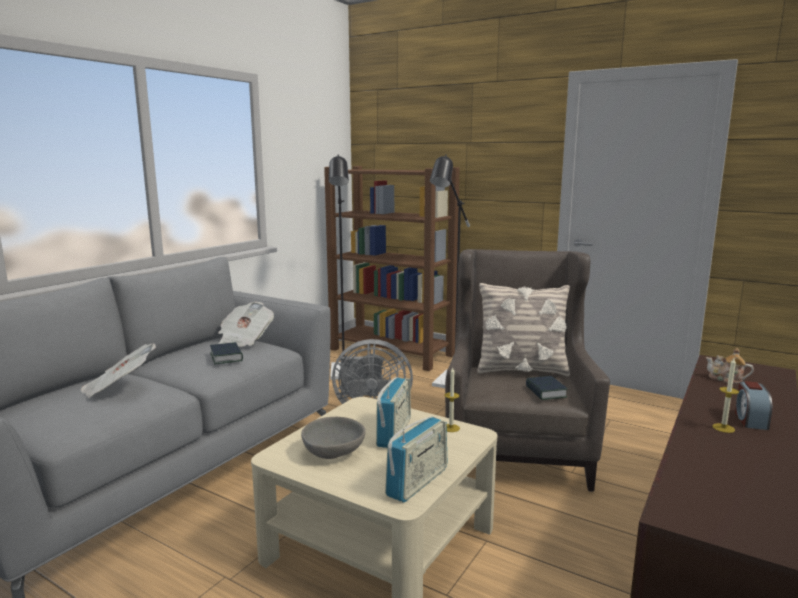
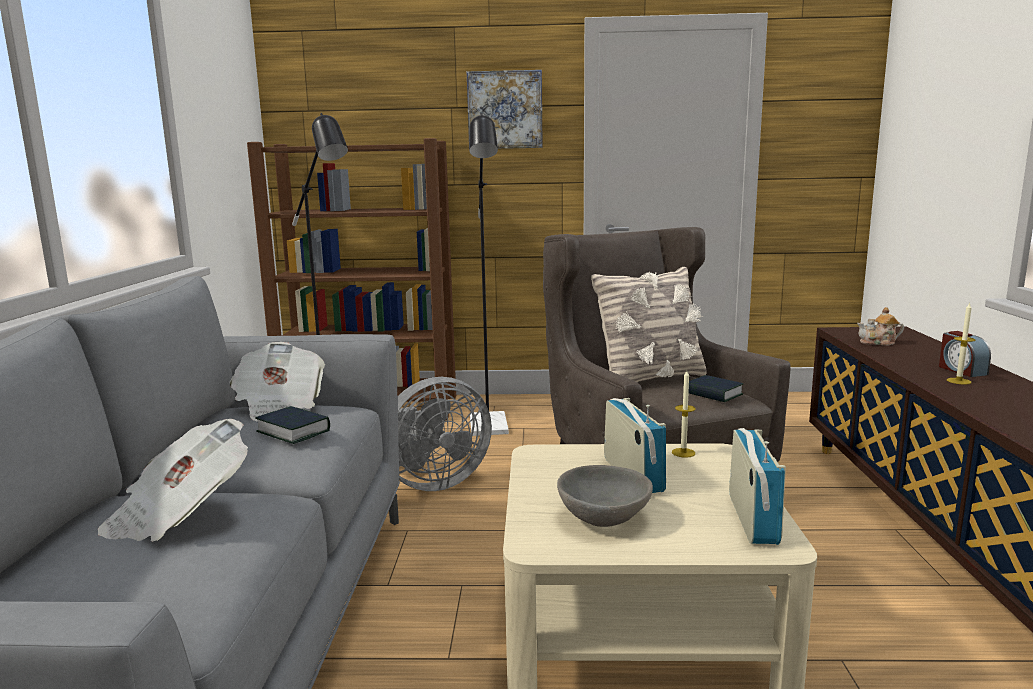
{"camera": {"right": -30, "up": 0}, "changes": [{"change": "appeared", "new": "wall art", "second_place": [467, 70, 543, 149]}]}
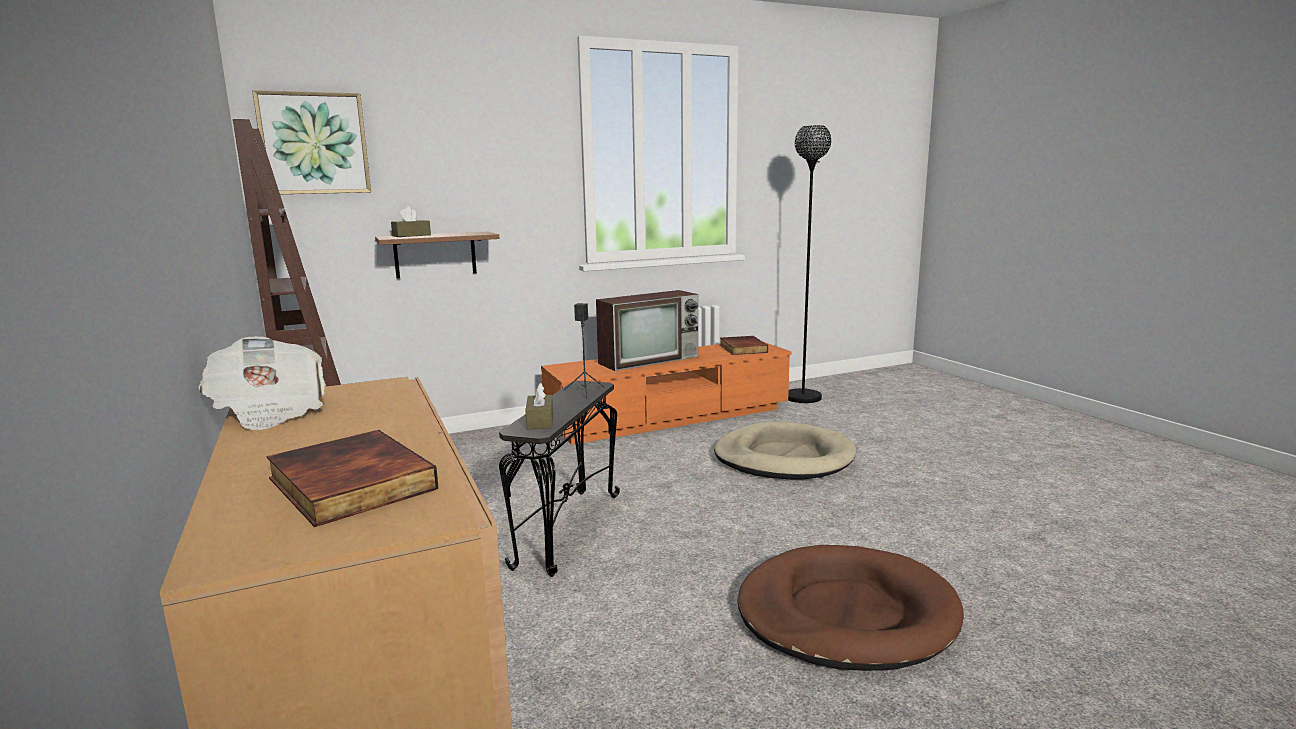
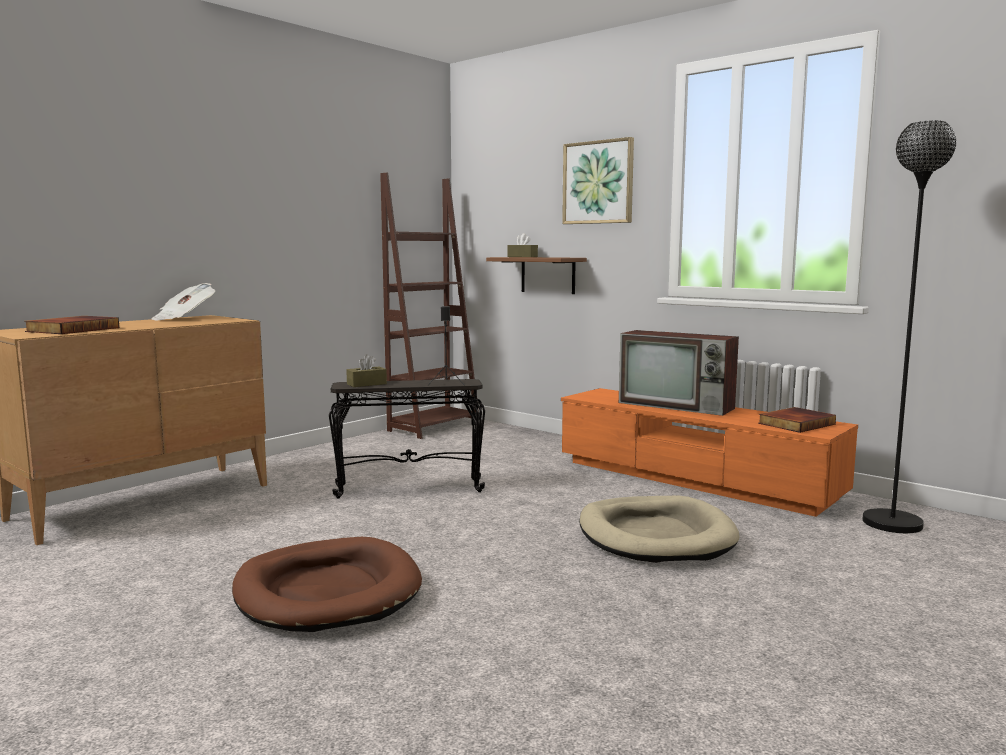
{"camera": {"right": 65, "up": -5}, "changes": [{"change": "relocated", "old": "wall art", "first_place": [252, 90, 371, 194], "second_place": [562, 137, 634, 224]}]}
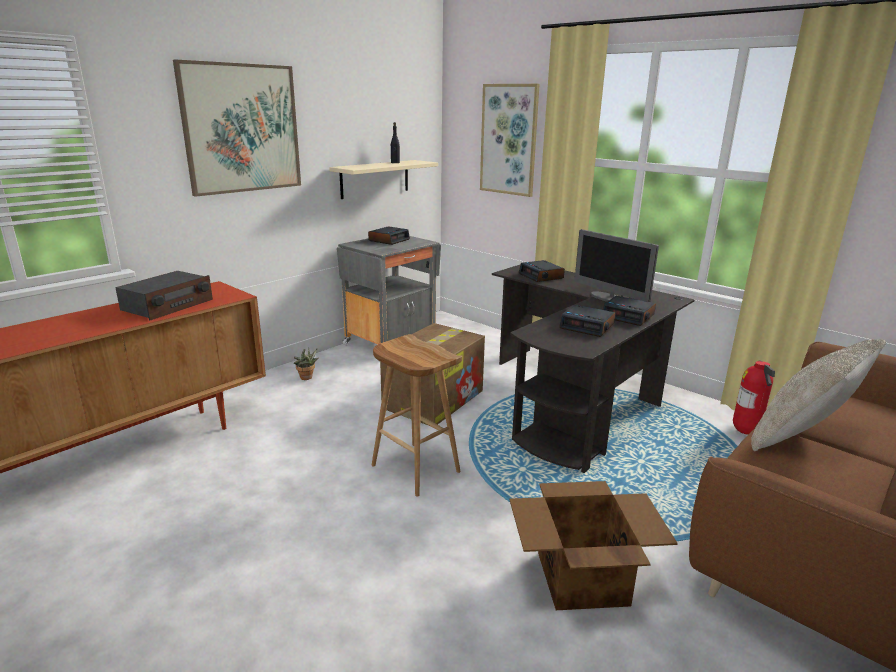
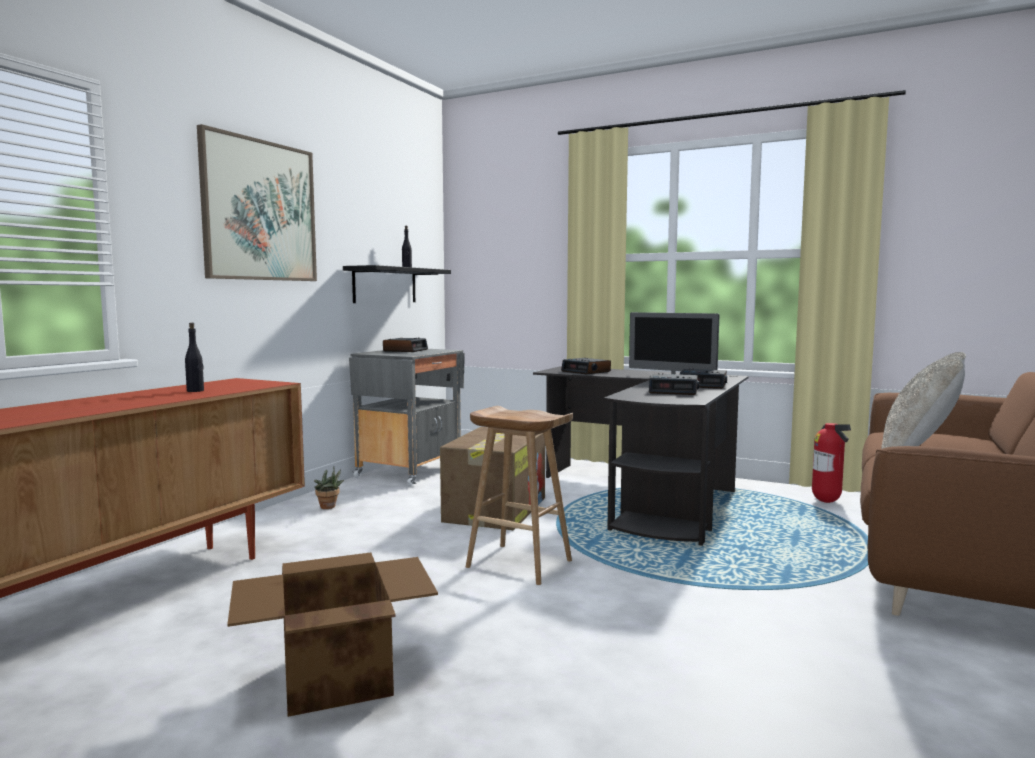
{"camera": {"right": -15, "up": -15}, "changes": [{"change": "missing", "old": "wall art", "first_place": [480, 84, 540, 197]}, {"change": "relocated", "old": "cardboard box", "first_place": [509, 481, 678, 610], "second_place": [227, 553, 438, 717]}, {"change": "exchanged", "old": "radio", "new": "blackish beverage bottle", "first_place": [115, 271, 213, 320], "second_place": [185, 323, 204, 392]}, {"change": "colour", "old": "beige shelf", "new": "blackish shelf", "first_place": [329, 160, 438, 199], "second_place": [343, 265, 451, 303]}]}
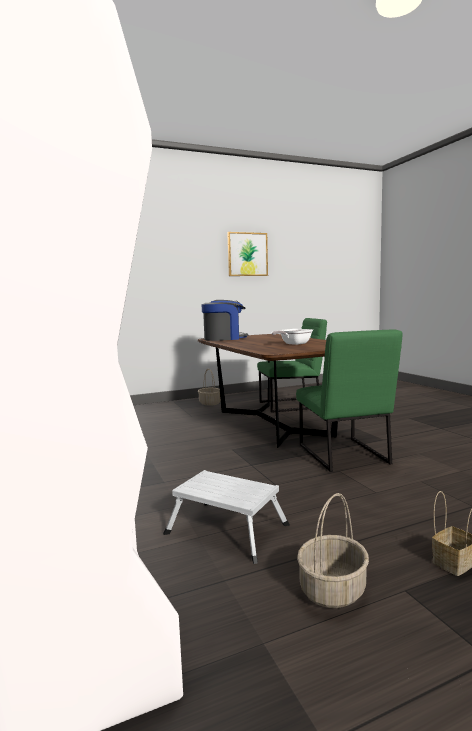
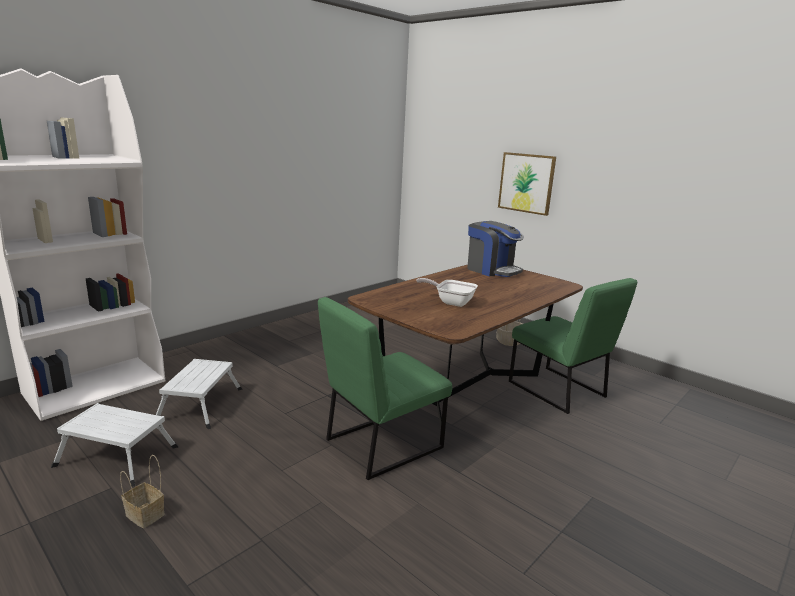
{"camera": {"right": 65, "up": 10}, "changes": [{"change": "relocated", "old": "wall art", "first_place": [227, 232, 268, 276], "second_place": [498, 152, 556, 216]}, {"change": "exchanged", "old": "storage basket", "new": "whitish stepladder", "first_place": [297, 493, 369, 608], "second_place": [51, 403, 178, 487]}]}
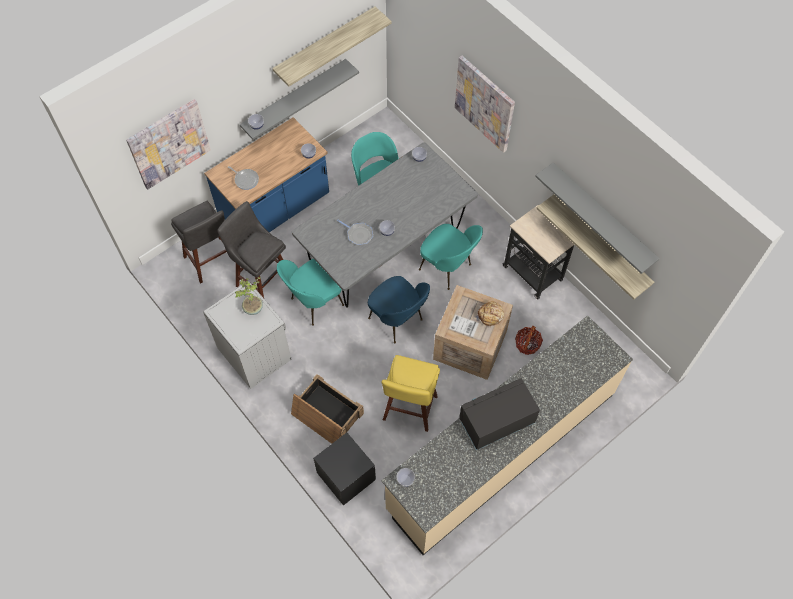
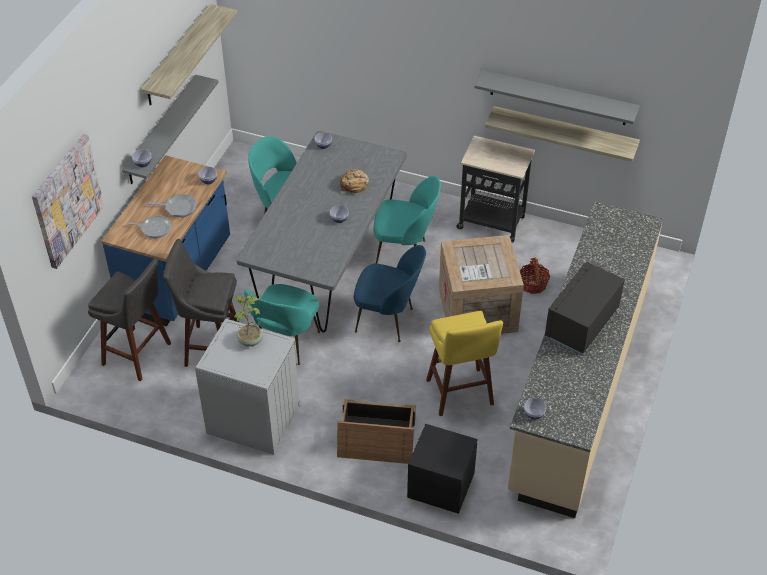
{"camera": {"right": -30, "up": -15}, "changes": [{"change": "missing", "old": "wall art", "first_place": [455, 56, 515, 153]}, {"change": "relocated", "old": "pan", "first_place": [337, 220, 373, 245], "second_place": [147, 194, 197, 217]}, {"change": "relocated", "old": "baked bread", "first_place": [474, 301, 504, 327], "second_place": [340, 169, 369, 193]}]}
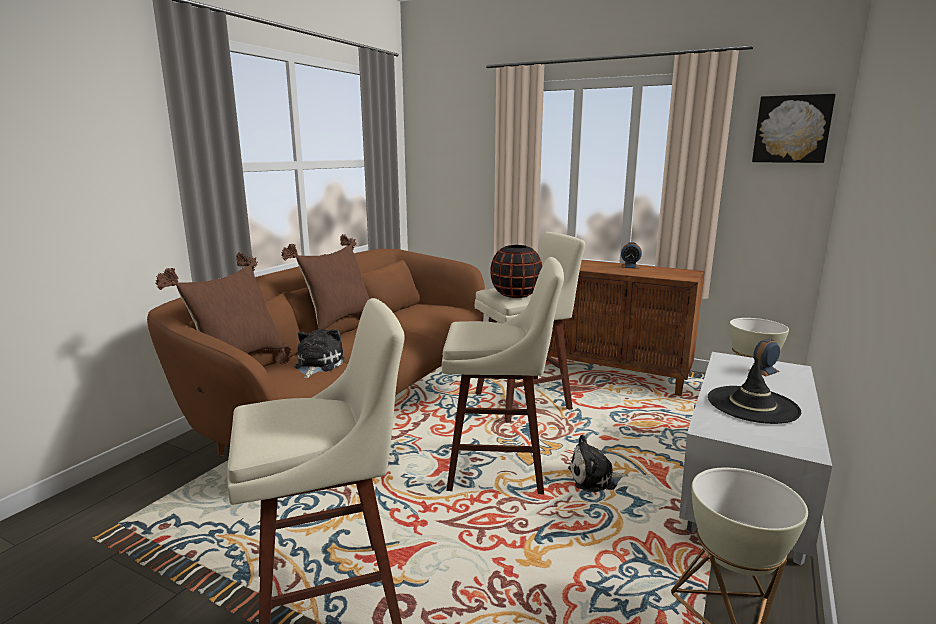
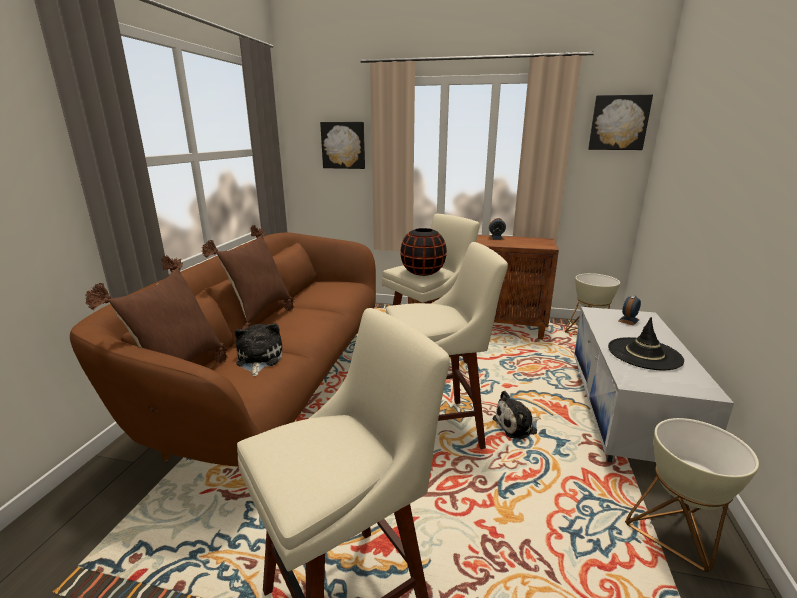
{"camera": {"right": -15, "up": 5}, "changes": [{"change": "appeared", "new": "wall art", "second_place": [320, 122, 365, 169]}]}
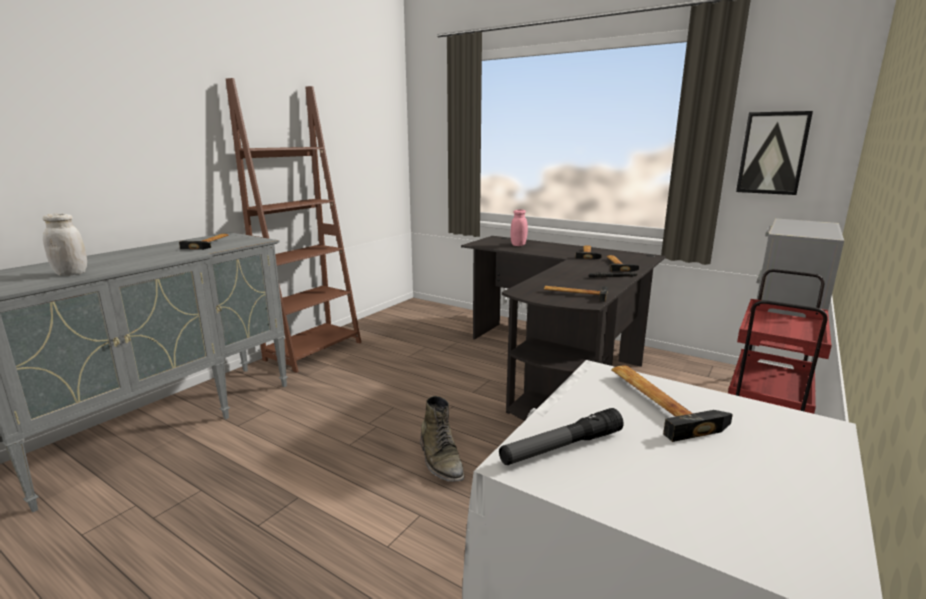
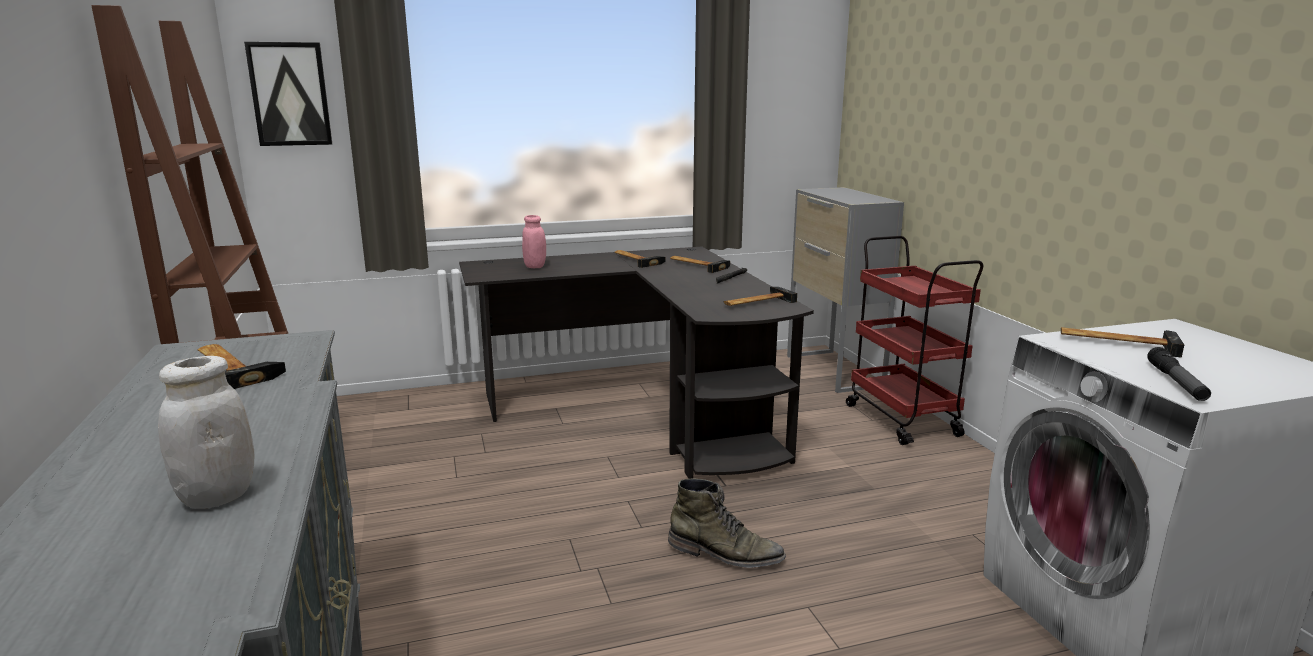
{"camera": {"right": -50, "up": 0}, "changes": [{"change": "relocated", "old": "wall art", "first_place": [736, 111, 813, 195], "second_place": [244, 42, 332, 146]}]}
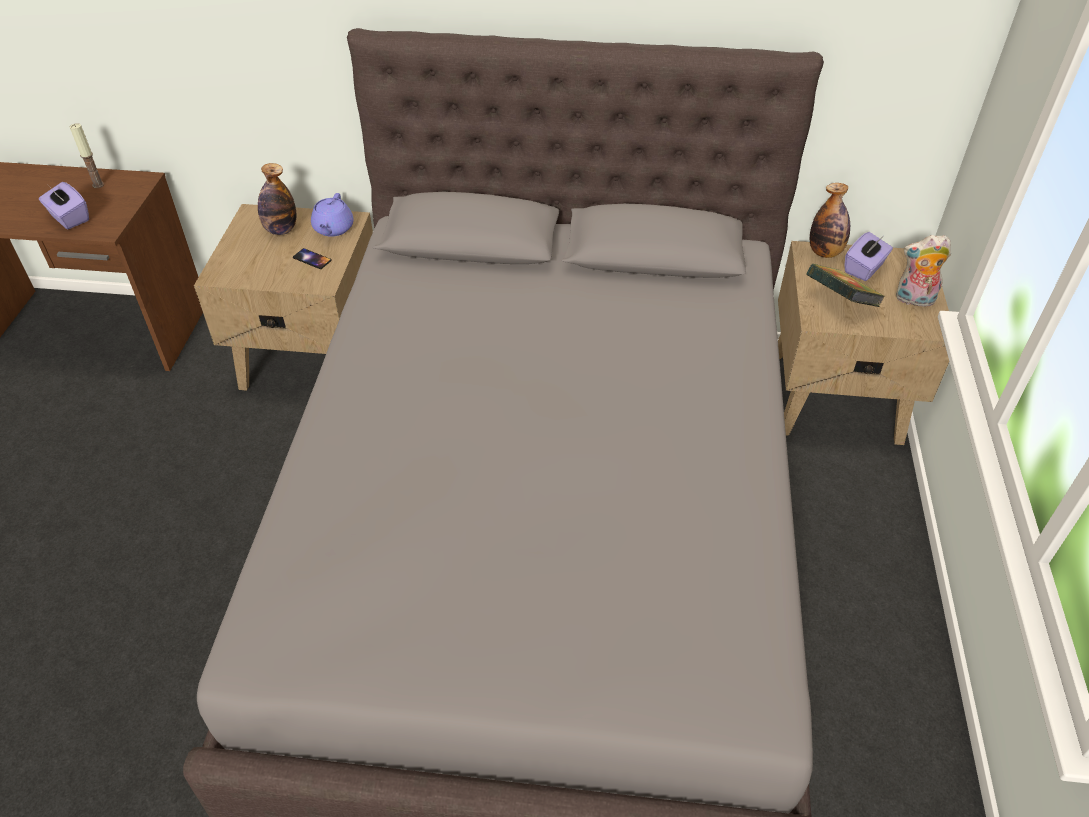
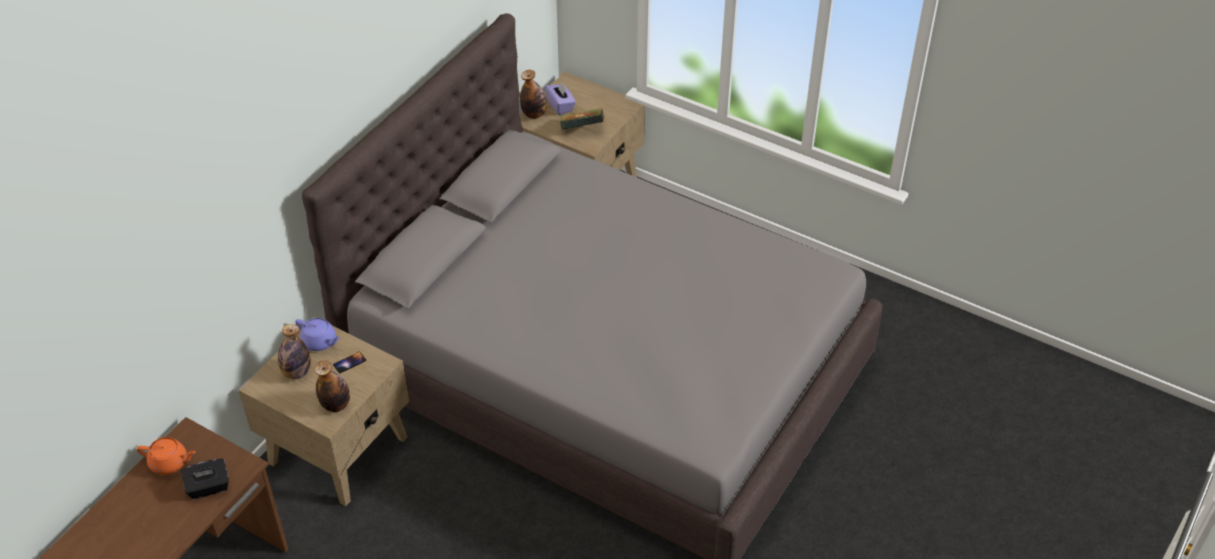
{"camera": {"right": -65, "up": 0}, "changes": [{"change": "missing", "old": "plush toy", "first_place": [896, 235, 951, 307]}, {"change": "appeared", "new": "beverage bottle", "second_place": [315, 360, 350, 412]}, {"change": "exchanged", "old": "wax light", "new": "orange tea pot", "first_place": [70, 123, 104, 188], "second_place": [137, 437, 196, 475]}, {"change": "colour", "old": "purple box of tissues", "new": "blackish box of tissues", "first_place": [39, 182, 89, 229], "second_place": [181, 459, 229, 499]}]}
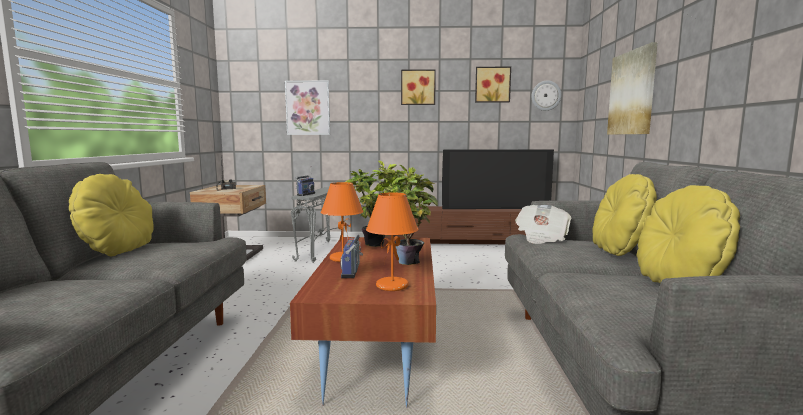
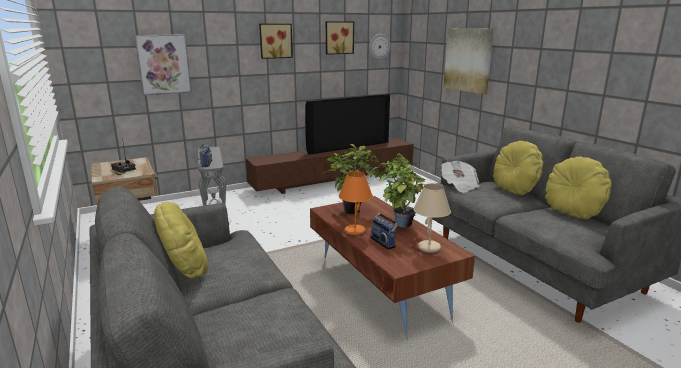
{"camera": {"right": -30, "up": 10}, "changes": [{"change": "colour", "old": "orange tabletop lamp", "new": "beige tabletop lamp", "first_place": [366, 192, 418, 291], "second_place": [413, 183, 451, 253]}]}
